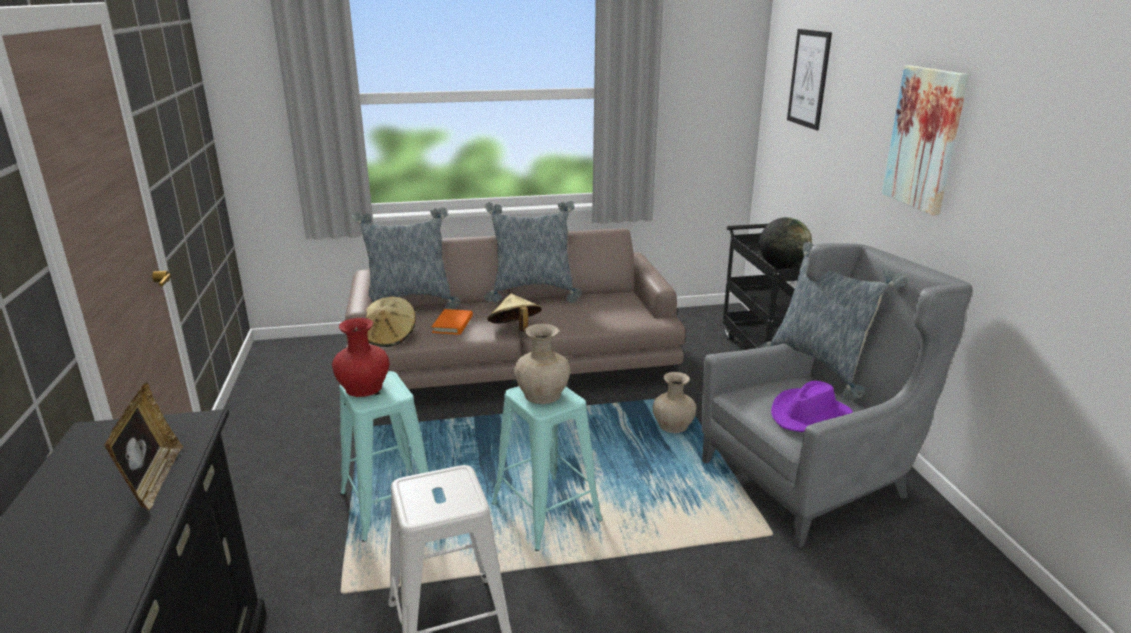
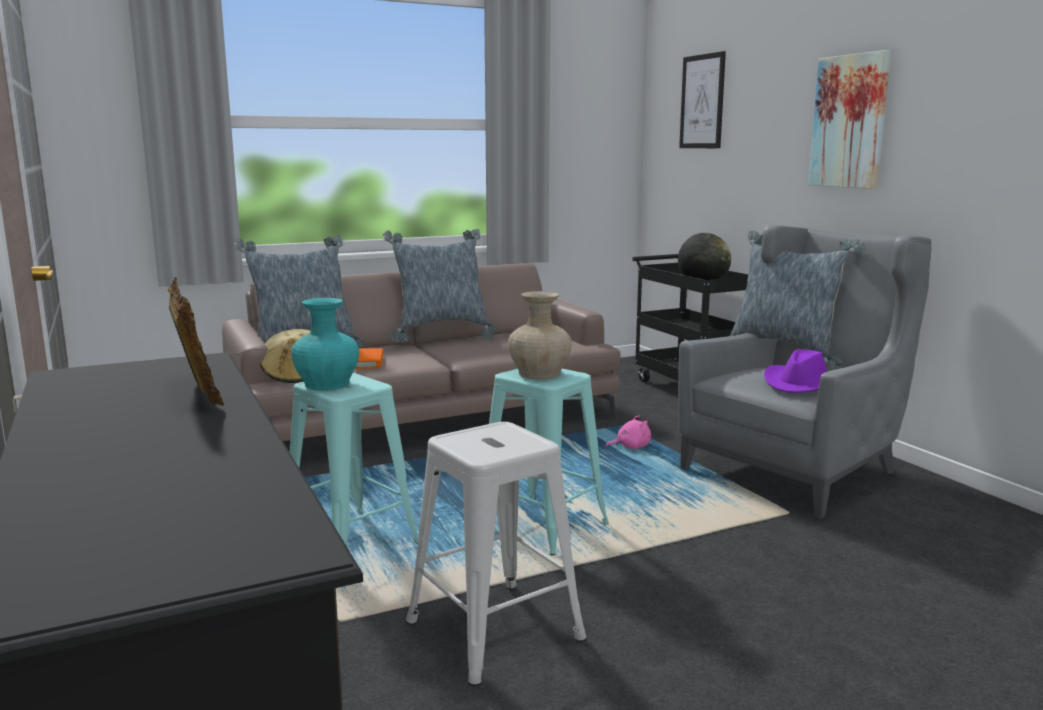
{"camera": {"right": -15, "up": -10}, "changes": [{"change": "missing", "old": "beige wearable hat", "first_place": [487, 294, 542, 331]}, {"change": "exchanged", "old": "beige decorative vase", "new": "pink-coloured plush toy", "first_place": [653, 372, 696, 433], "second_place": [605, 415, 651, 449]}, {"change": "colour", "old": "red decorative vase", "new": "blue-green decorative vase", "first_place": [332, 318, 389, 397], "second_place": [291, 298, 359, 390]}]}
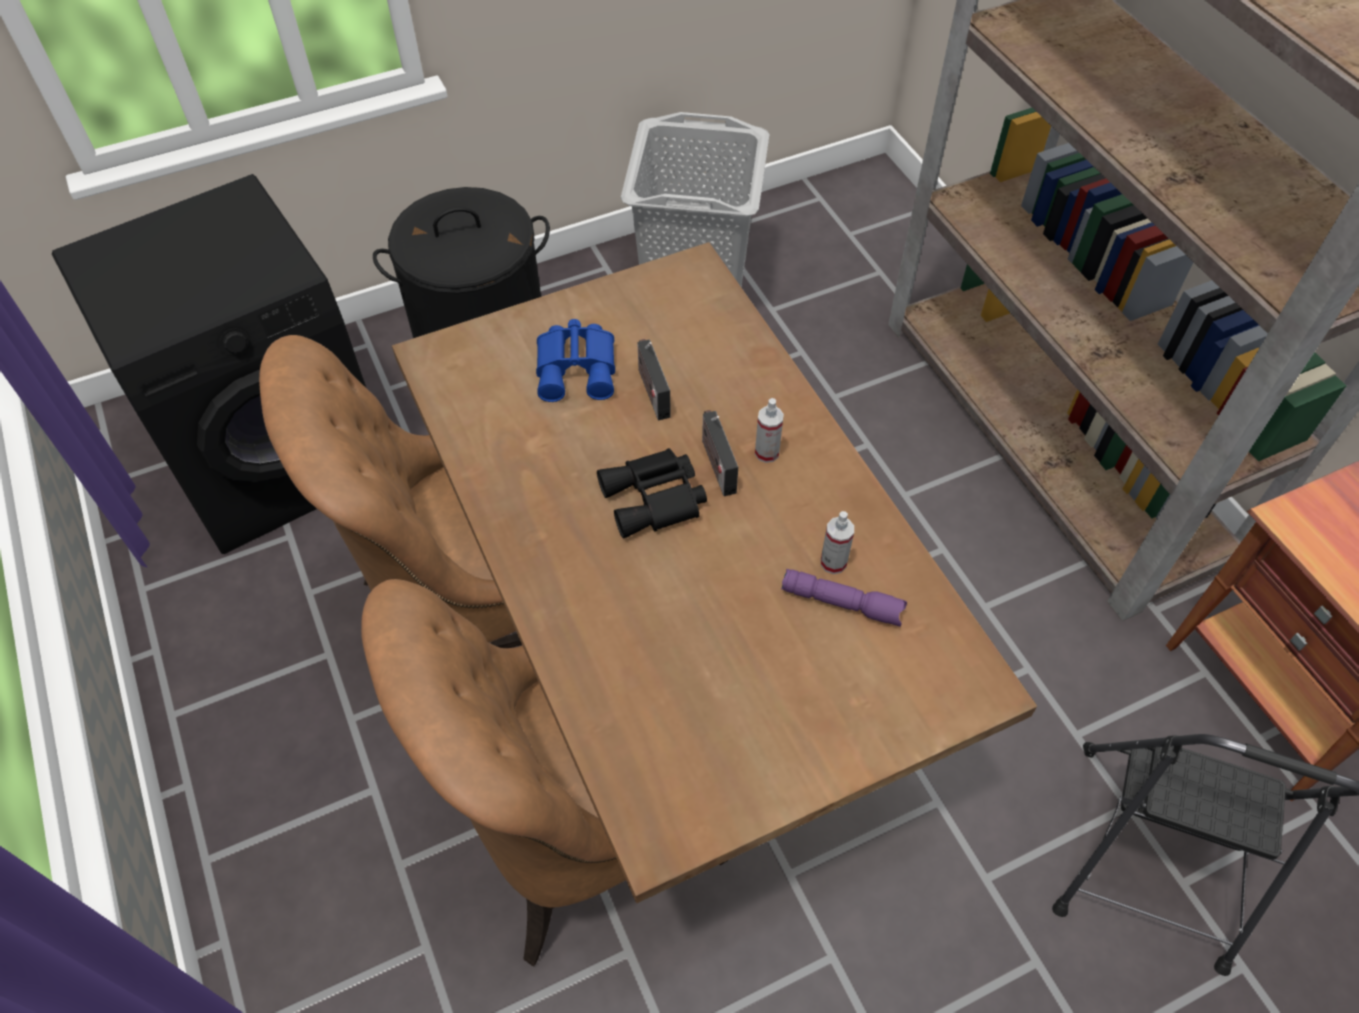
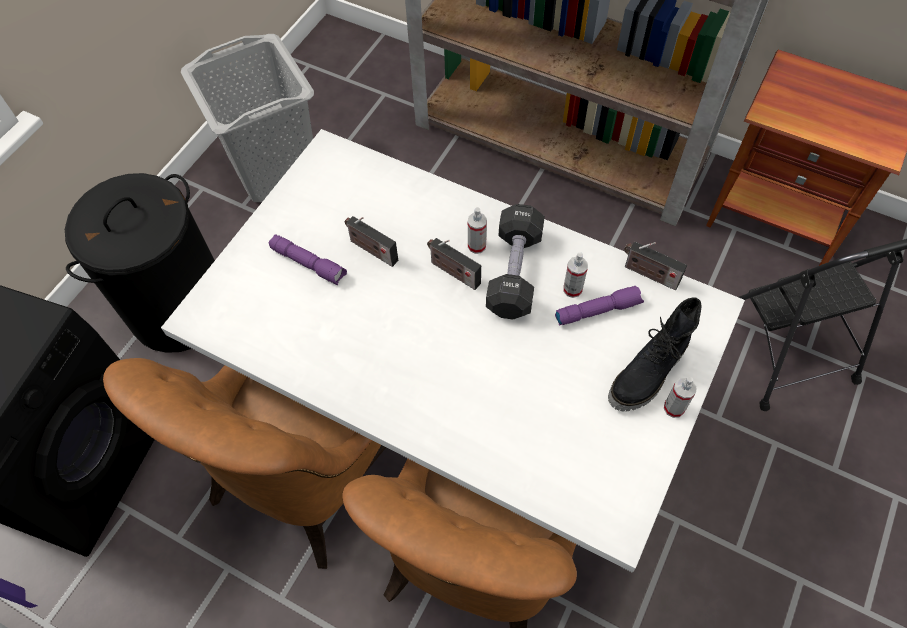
{"camera": {"right": -35, "up": 5}, "changes": [{"change": "missing", "old": "blackish pair of binoculars", "first_place": [597, 448, 707, 538]}, {"change": "appeared", "new": "blackish free weight", "second_place": [486, 204, 545, 319]}, {"change": "appeared", "new": "blackish high-top boot", "second_place": [608, 297, 701, 412]}, {"change": "appeared", "new": "radio", "second_place": [624, 242, 687, 290]}, {"change": "appeared", "new": "hand sprayer", "second_place": [664, 377, 697, 418]}, {"change": "exchanged", "old": "bluish pair of binoculars", "new": "purple flashlight", "first_place": [536, 319, 615, 402], "second_place": [269, 234, 347, 285]}, {"change": "colour", "old": "brown-coloured kitchen table", "new": "whitish kitchen table", "first_place": [392, 242, 1037, 903], "second_place": [161, 129, 745, 572]}]}
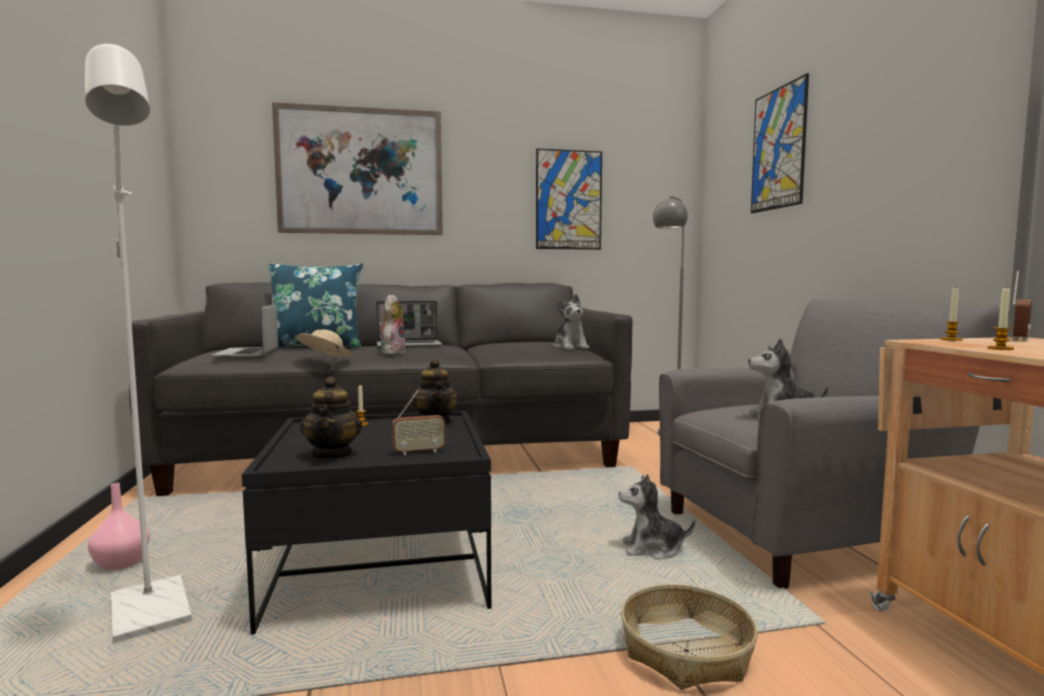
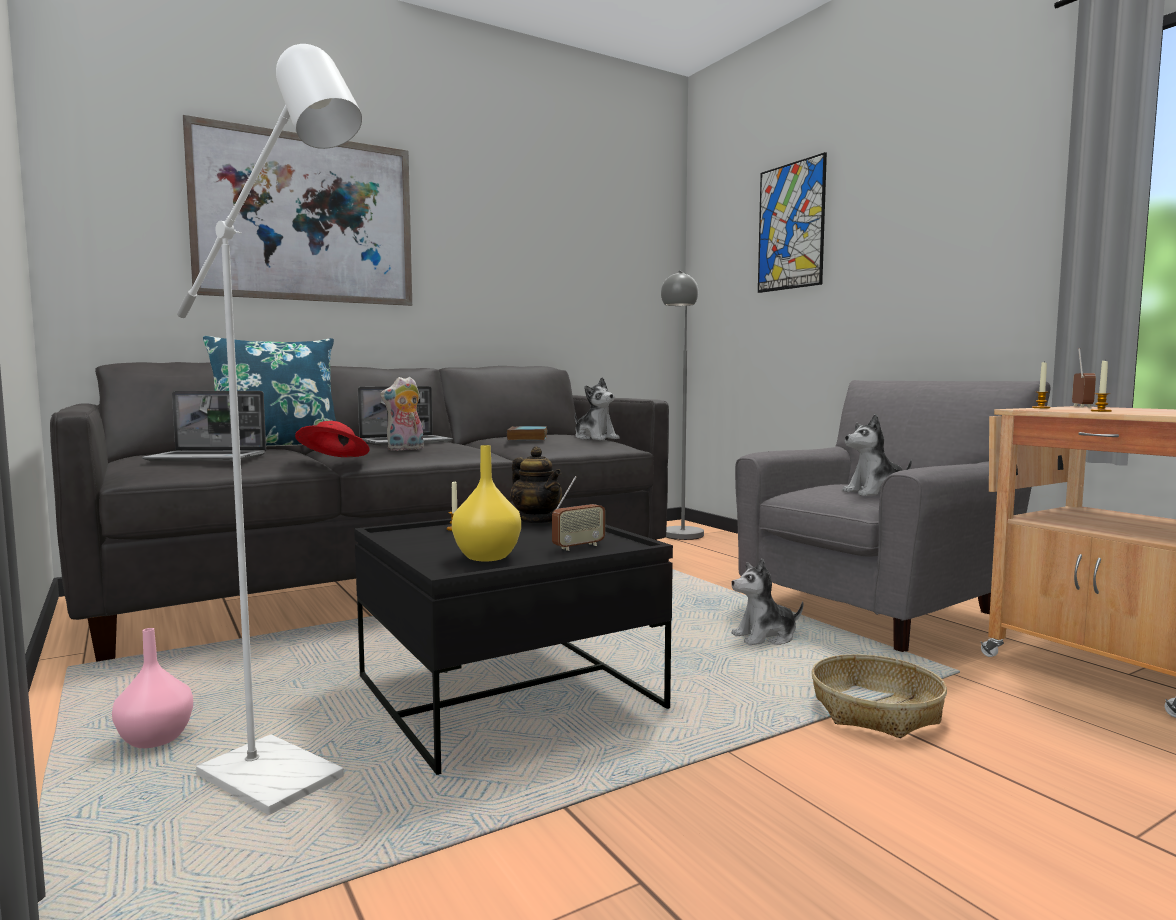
{"camera": {"right": -20, "up": 0}, "changes": [{"change": "missing", "old": "wall art", "first_place": [536, 149, 602, 250]}, {"change": "appeared", "new": "volume", "second_place": [507, 426, 547, 440]}, {"change": "exchanged", "old": "tea pot", "new": "yellow-coloured decorative vase", "first_place": [300, 377, 362, 460], "second_place": [452, 445, 521, 561]}, {"change": "colour", "old": "beige wearable hat", "new": "red wearable hat", "first_place": [297, 329, 352, 358], "second_place": [295, 421, 370, 457]}, {"change": "spun", "old": "portable computer", "first_place": [210, 304, 278, 359], "second_place": [142, 391, 266, 461], "degrees": -60}, {"change": "spun", "old": "plush toy", "first_place": [379, 295, 405, 354], "second_place": [380, 377, 424, 451], "degrees": -120}]}
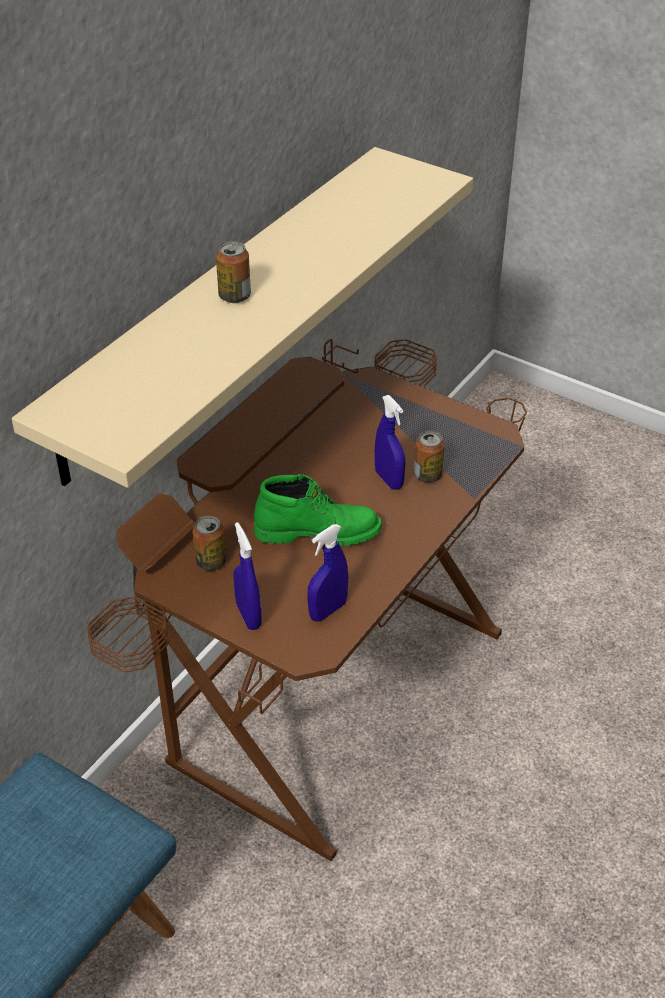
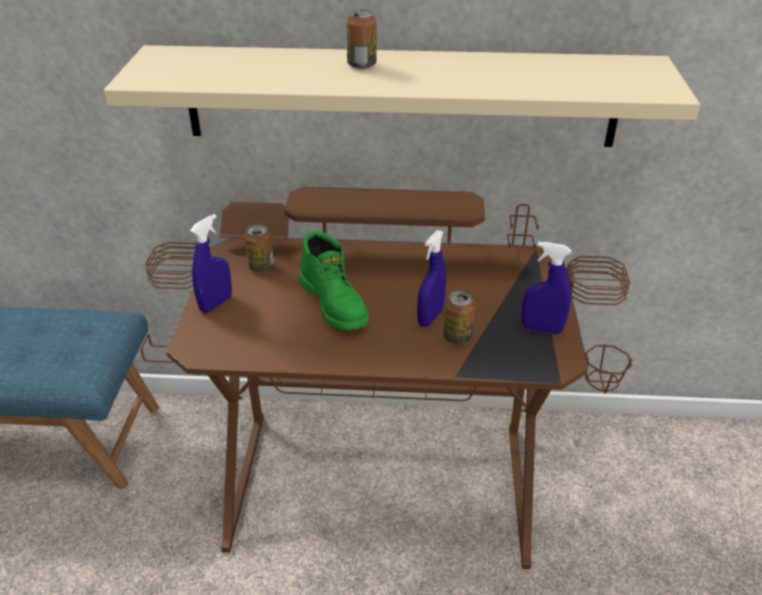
{"camera": {"right": 60, "up": -5}, "changes": [{"change": "relocated", "old": "bluish hand sprayer", "first_place": [307, 524, 348, 622], "second_place": [522, 242, 571, 334]}]}
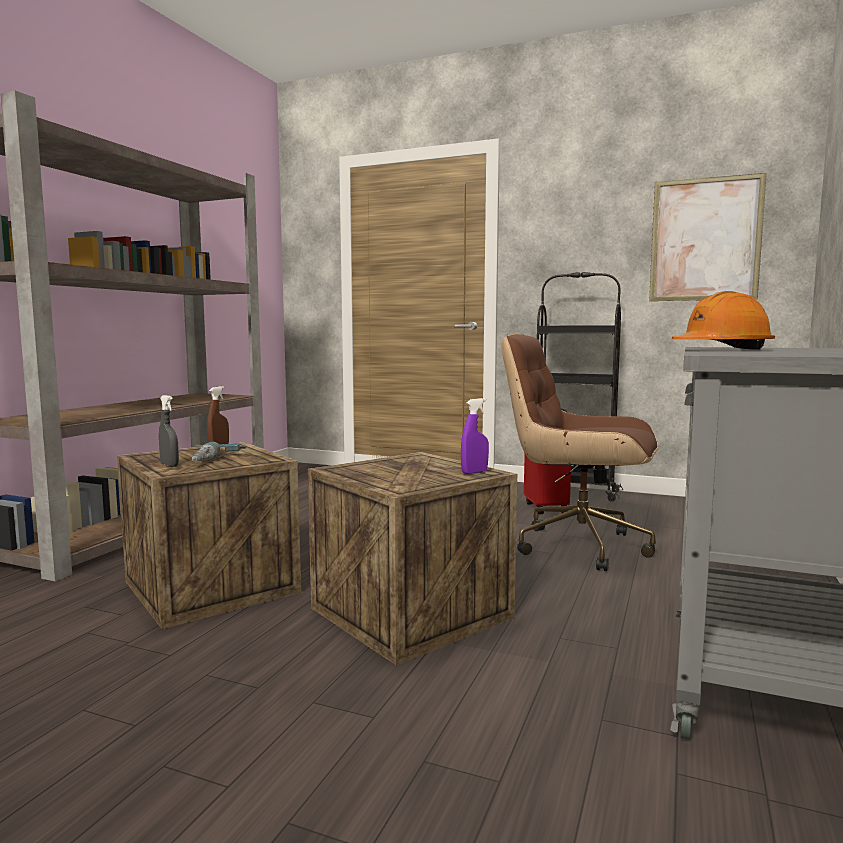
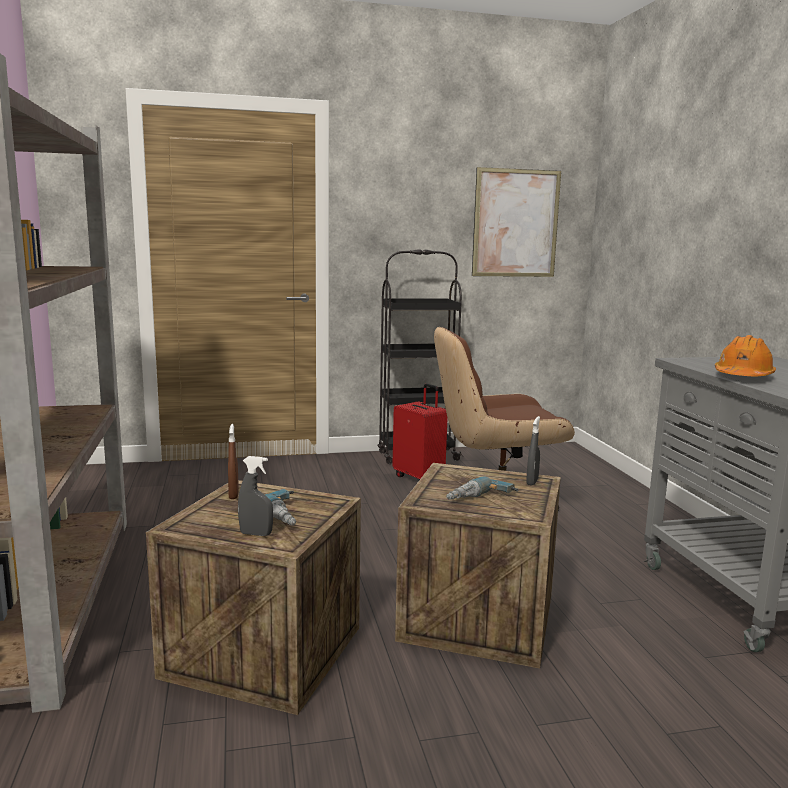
{"camera": {"right": -35, "up": 5}, "changes": [{"change": "appeared", "new": "electric drill", "second_place": [446, 476, 518, 500]}, {"change": "colour", "old": "purple hand sprayer", "new": "gray hand sprayer", "first_place": [461, 398, 489, 474], "second_place": [526, 416, 540, 486]}]}
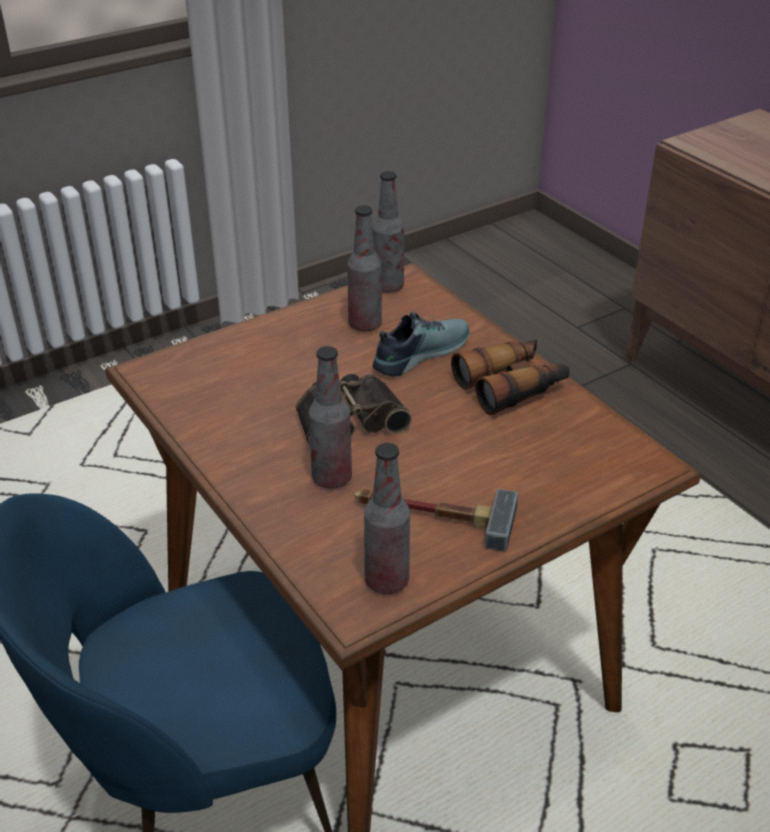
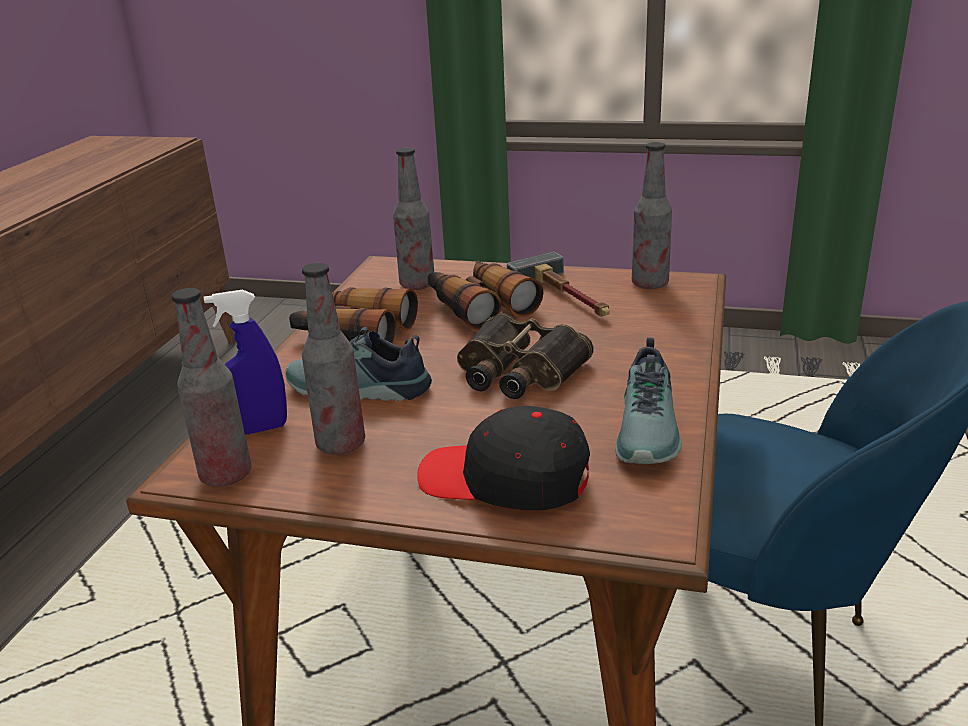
{"camera": {"right": -130, "up": -10}, "changes": [{"change": "appeared", "new": "bluish hand sprayer", "second_place": [204, 290, 287, 435]}, {"change": "appeared", "new": "blackish cap", "second_place": [417, 406, 590, 511]}, {"change": "appeared", "new": "pair of binoculars", "second_place": [428, 260, 543, 330]}, {"change": "appeared", "new": "item of footwear", "second_place": [615, 337, 682, 464]}, {"change": "relocated", "old": "beverage bottle", "first_place": [309, 346, 352, 489], "second_place": [393, 147, 434, 290]}]}
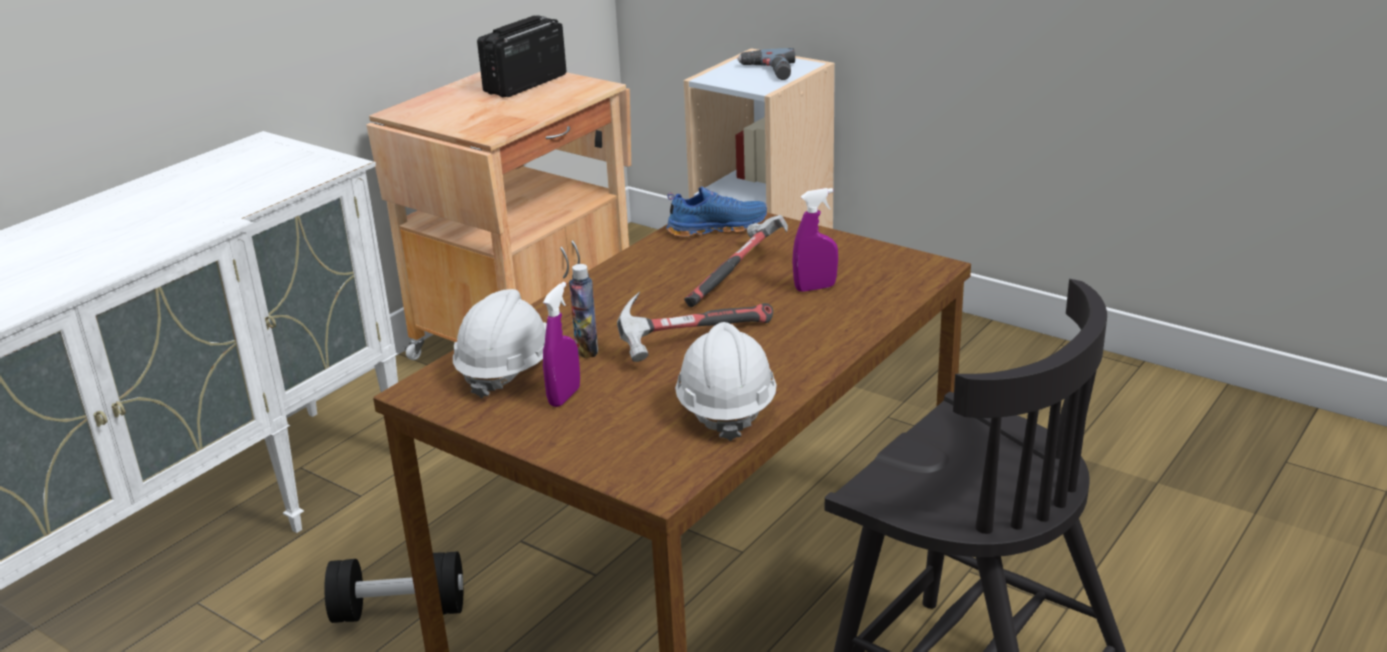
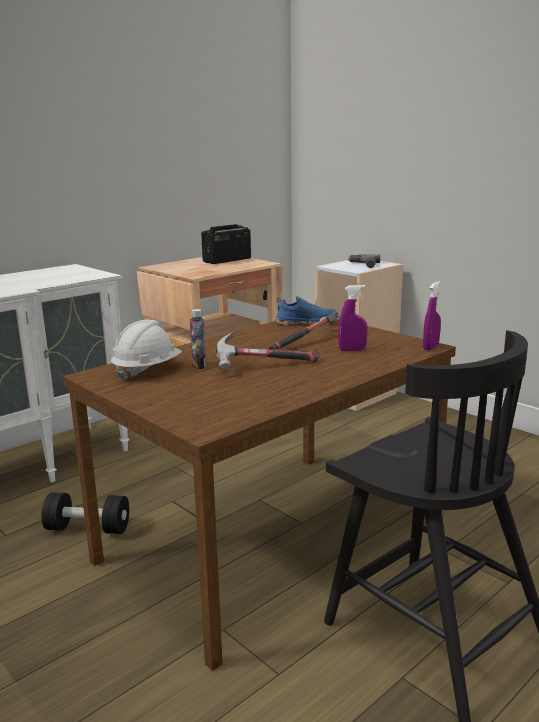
{"camera": {"right": 10, "up": -10}, "changes": [{"change": "missing", "old": "whitish hard hat", "first_place": [675, 322, 777, 441]}, {"change": "relocated", "old": "purple hand sprayer", "first_place": [543, 282, 580, 407], "second_place": [423, 281, 441, 350]}]}
